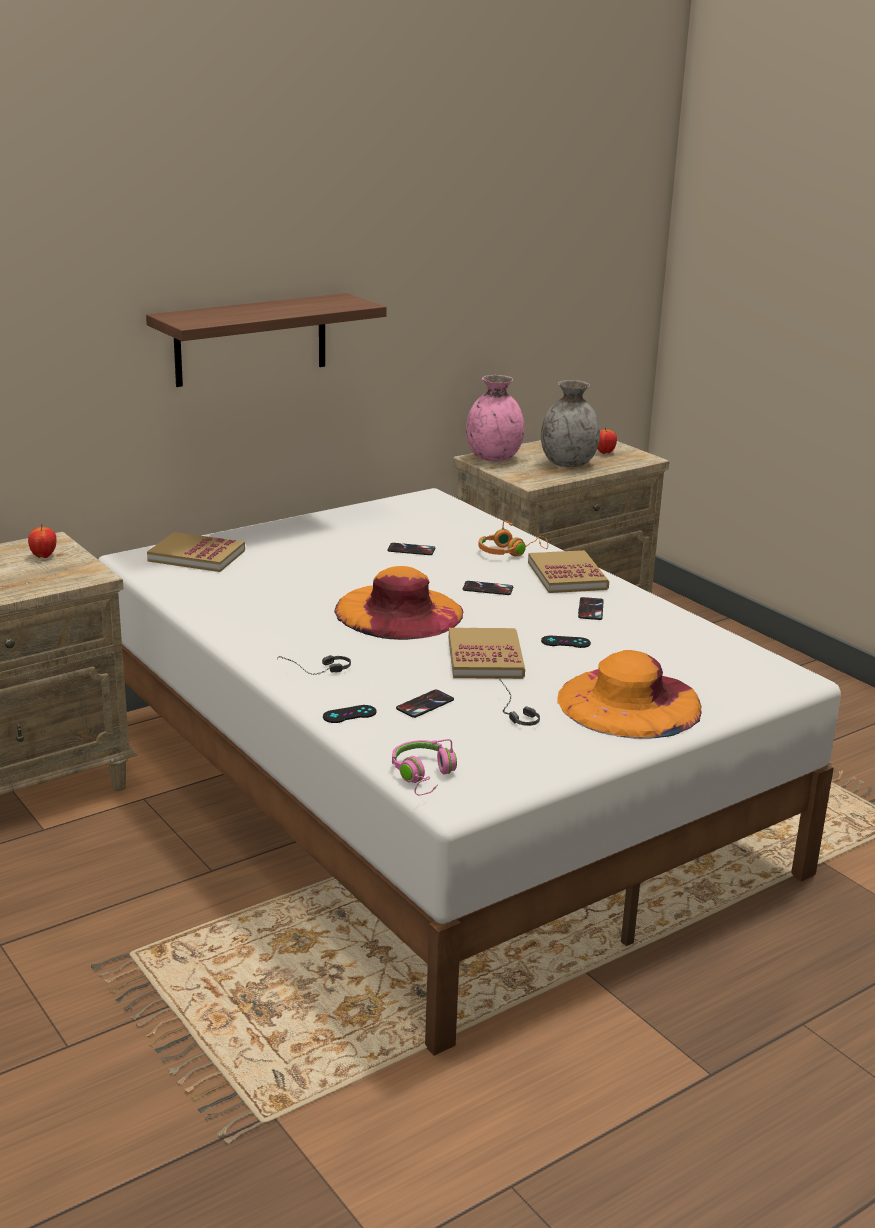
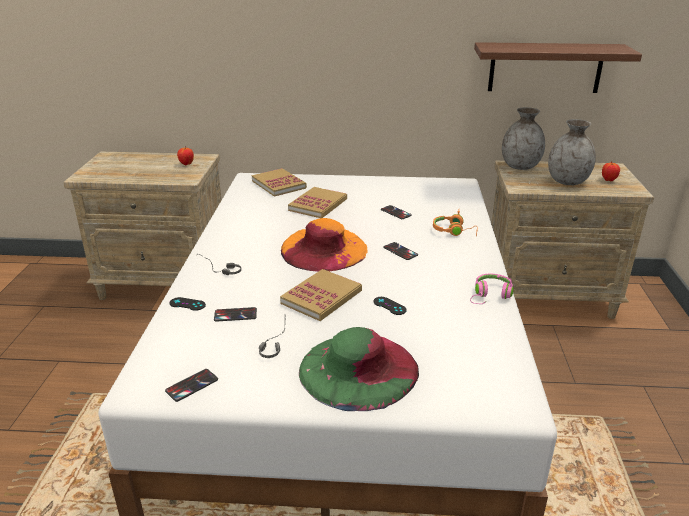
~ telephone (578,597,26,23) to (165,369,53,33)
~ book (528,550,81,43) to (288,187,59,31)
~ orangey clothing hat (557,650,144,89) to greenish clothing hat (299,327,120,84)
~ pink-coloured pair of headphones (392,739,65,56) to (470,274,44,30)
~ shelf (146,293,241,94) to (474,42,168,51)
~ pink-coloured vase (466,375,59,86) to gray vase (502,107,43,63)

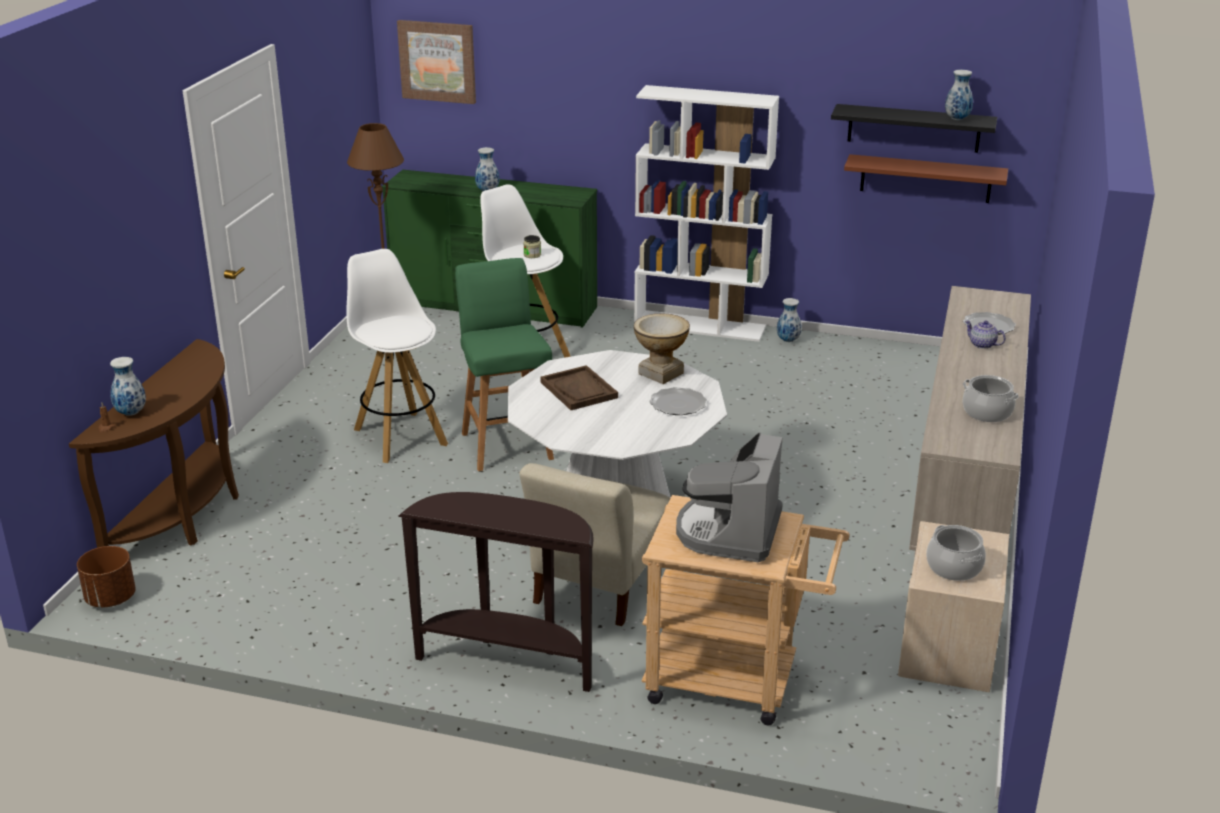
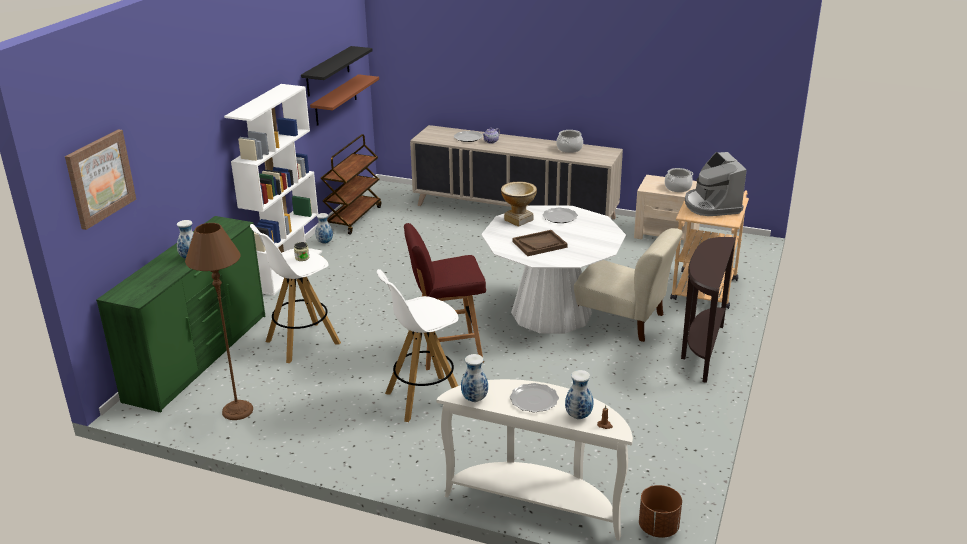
+ brown-coloured wheeled cart (320,134,61,101)
~ greenish sitting stool (455,258,99,213) to red sitting stool (404,223,82,147)
~ brown-coloured hall table (69,339,170,209) to white hall table (436,379,197,161)
~ vase (945,70,28,50) to (461,354,27,48)
+ dinner plate (510,383,49,29)
~ coffee machine (676,432,107,130) = (685,152,62,64) 60 degrees clockwise

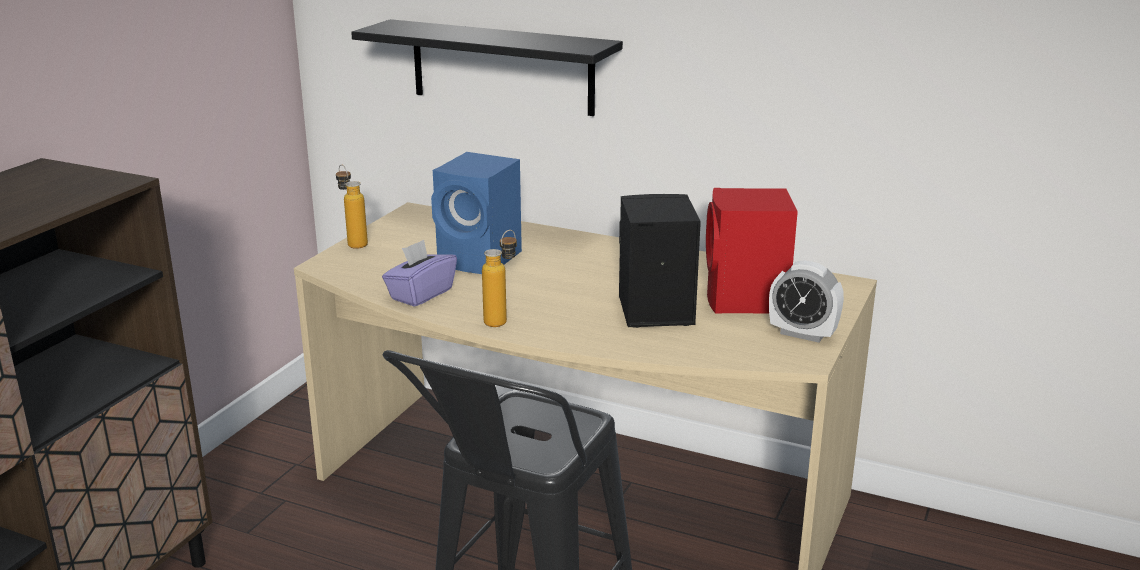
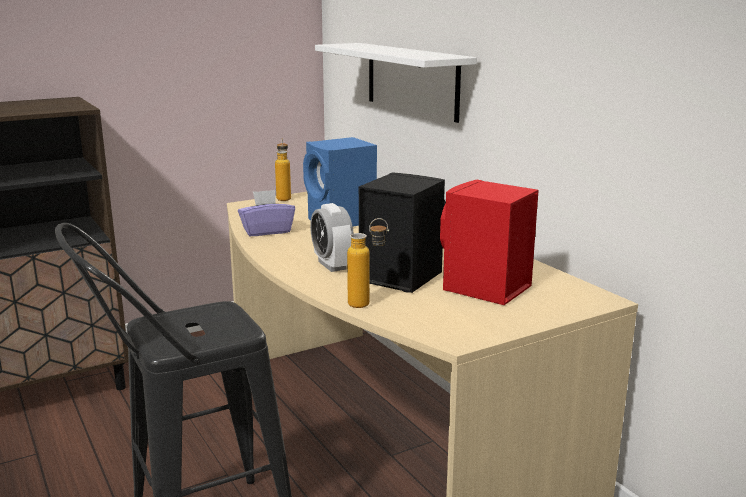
~ table clock (769,260,75,83) to (310,203,44,69)
~ blackish shelf (351,19,272,97) to white shelf (315,43,162,80)
~ beverage bottle (482,230,35,97) to (347,218,41,90)

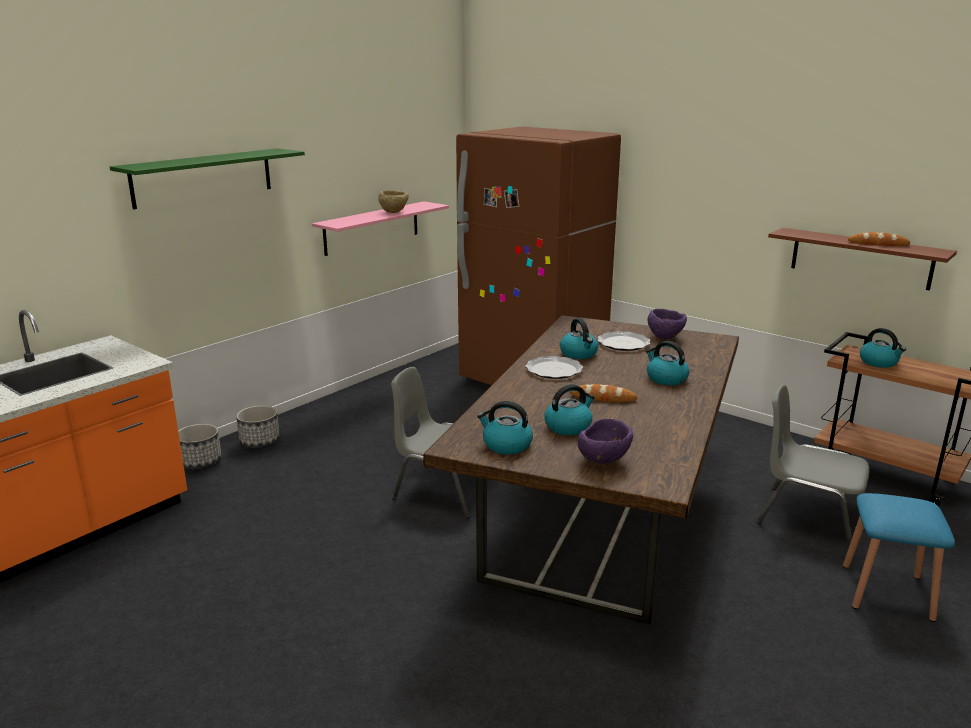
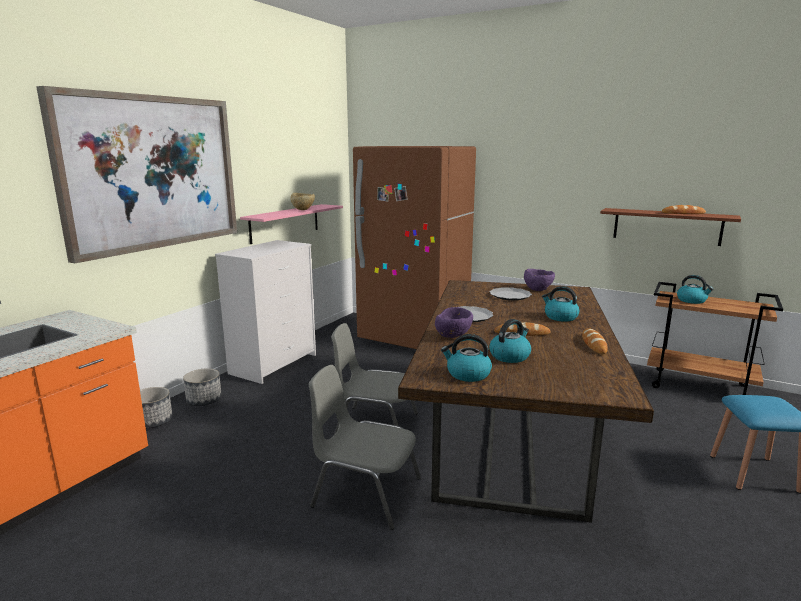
~ greenish shelf (110,148,195,61) to wall art (36,86,201,177)
+ white chest of drawers (215,240,101,144)
~ gray plain chair (756,384,113,165) to (309,365,112,165)
~ purplish serving bowl (578,418,55,46) to (435,307,38,31)
+ baked bread (582,328,26,26)
- water kettle (560,318,38,41)

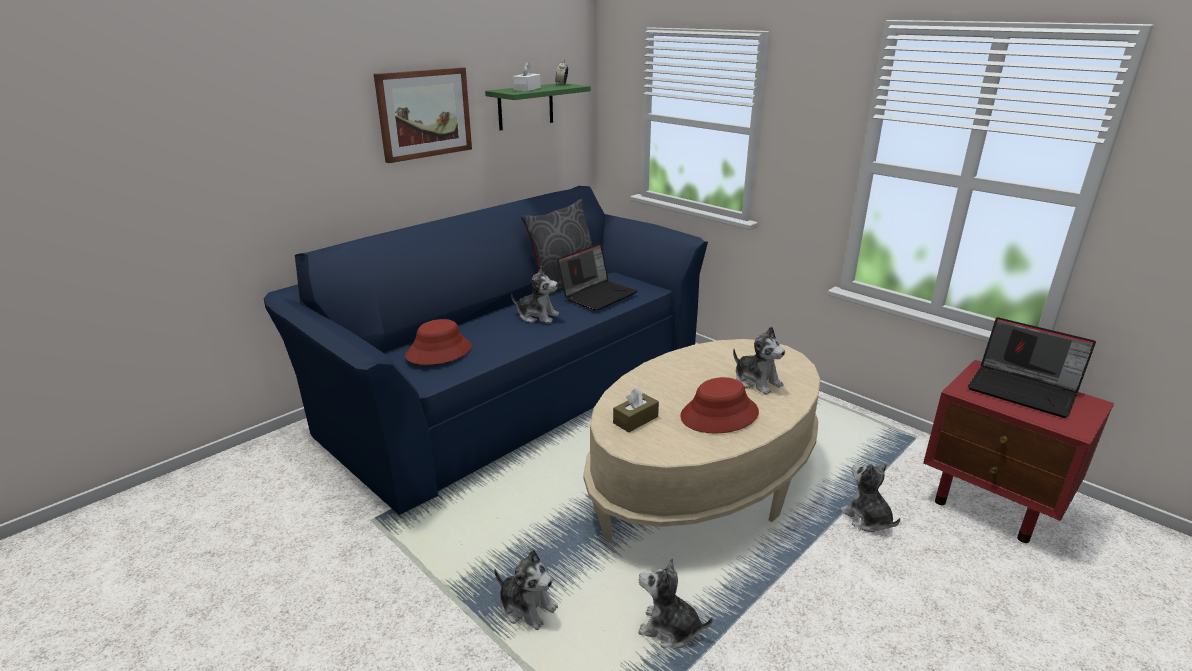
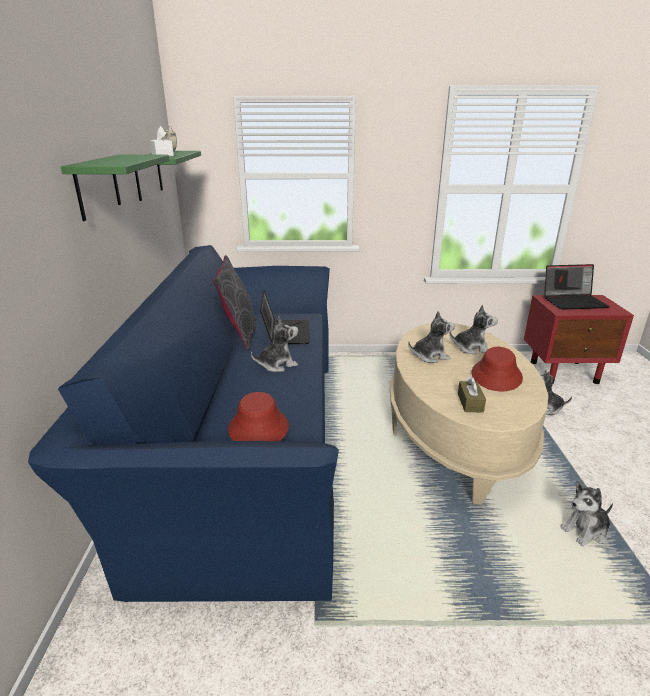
~ wall art (374,67,98,96) to greenish shelf (61,155,108,66)
~ soft toy (494,550,64,80) to (408,311,47,52)

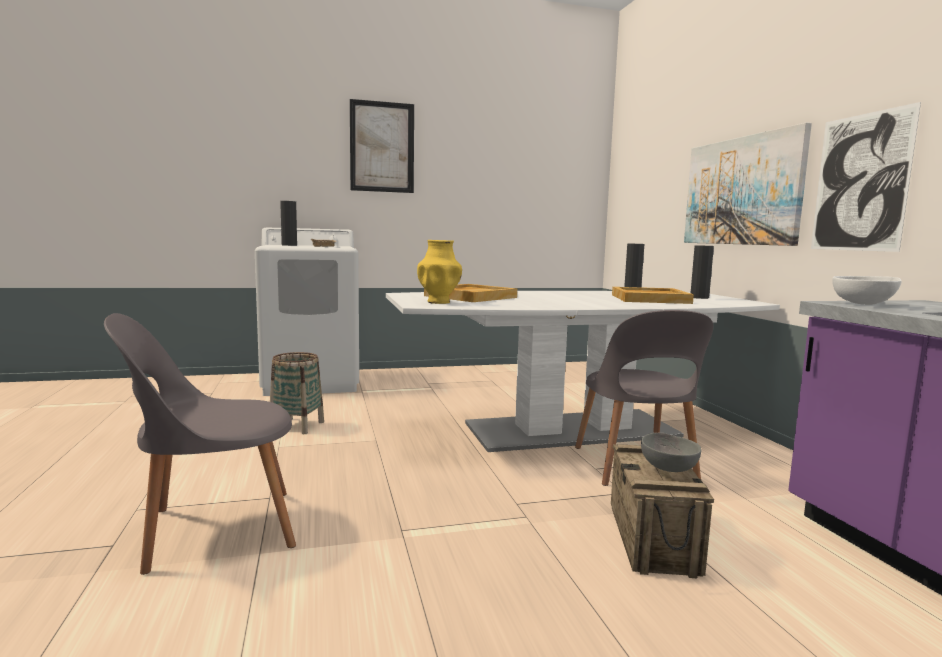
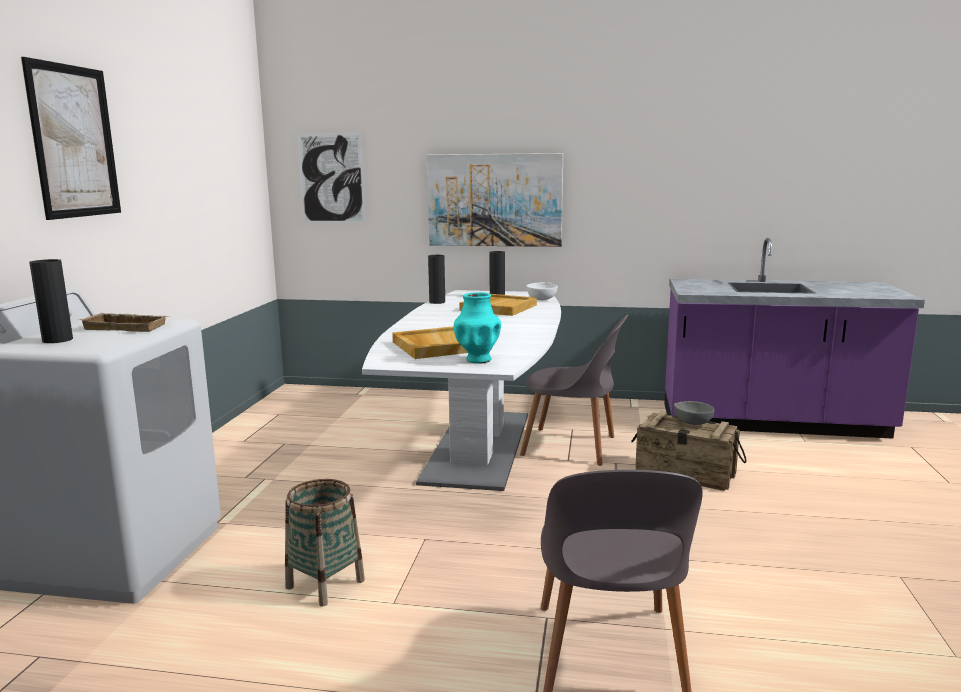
~ wall art (811,102,110,150) to (298,133,67,90)
~ yellowish vase (417,240,45,64) to blue-green vase (454,292,47,71)
~ white serving bowl (832,276,70,29) to (526,282,32,18)

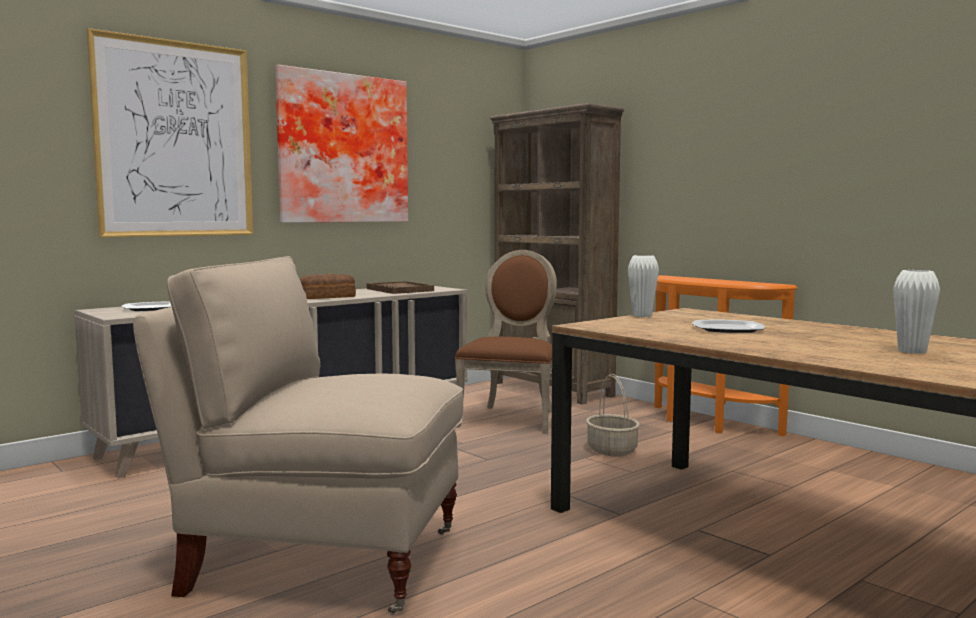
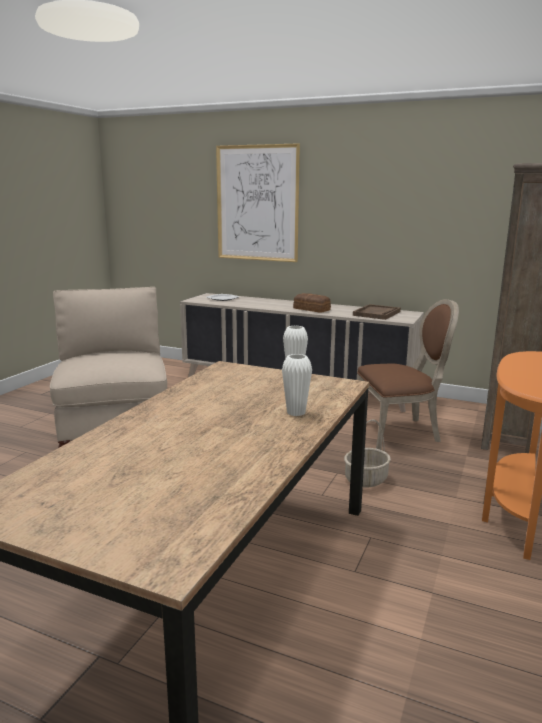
~ white vase (893,270,47,84) to (282,354,30,62)
- wall art (275,65,133,158)
- dinner plate (692,320,73,13)

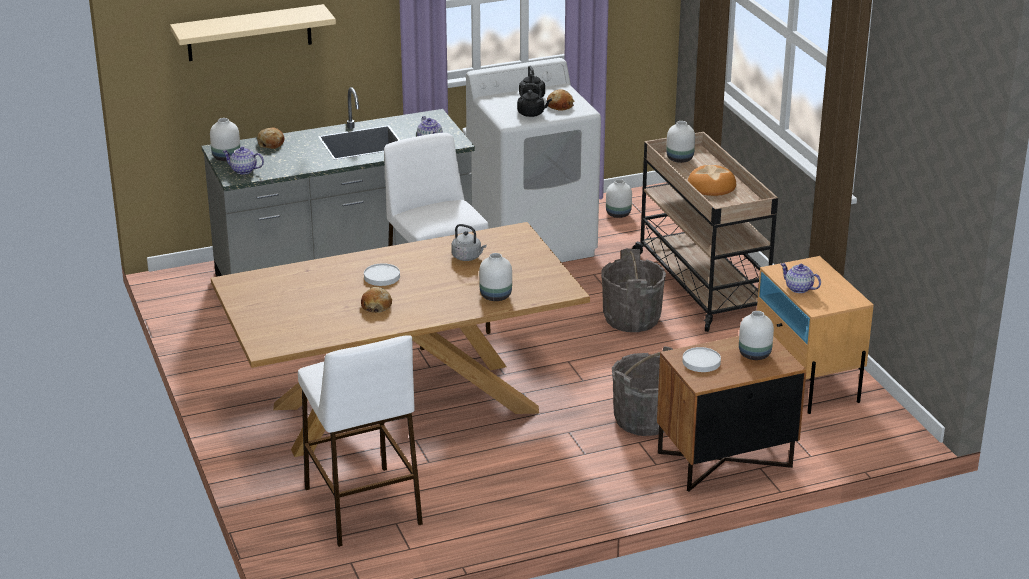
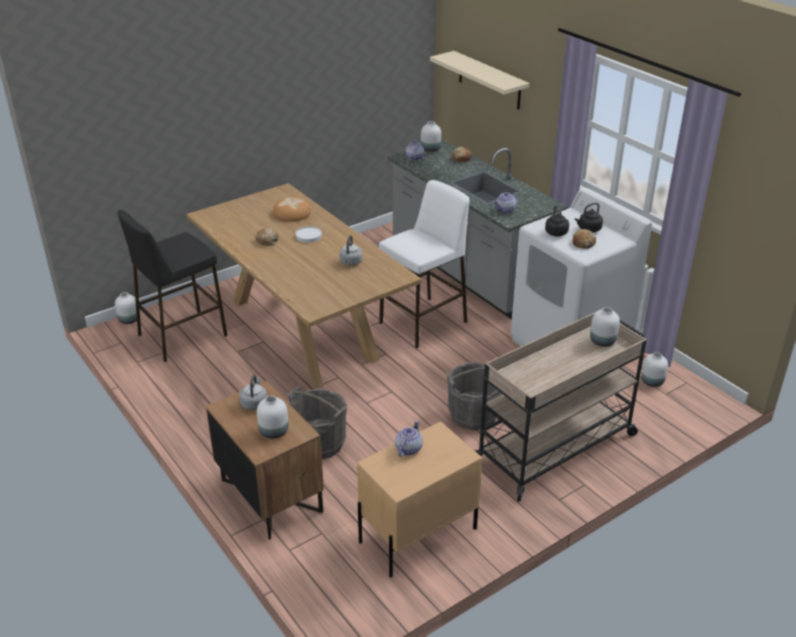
~ white vase (479,253,33,48) to (115,292,22,32)
~ white sitting stool (298,335,125,212) to blackish sitting stool (117,210,110,152)
~ white dinner plate (682,347,39,25) to gray water kettle (239,374,28,36)
~ baked bread (688,165,48,31) to (273,197,38,25)

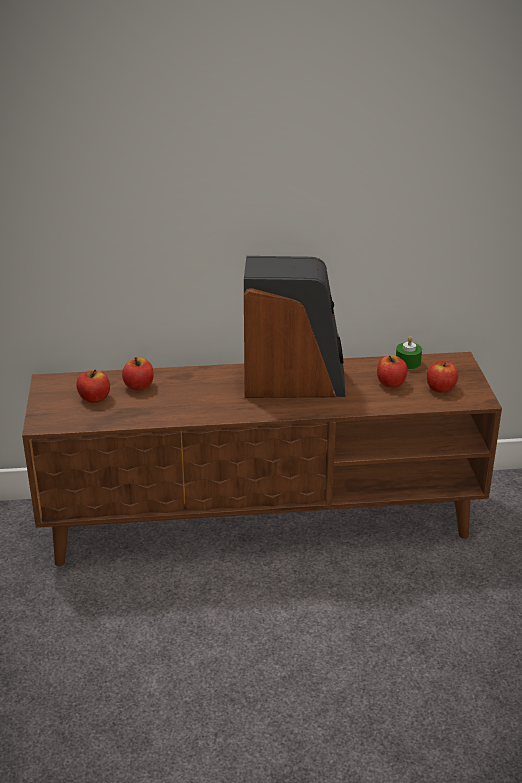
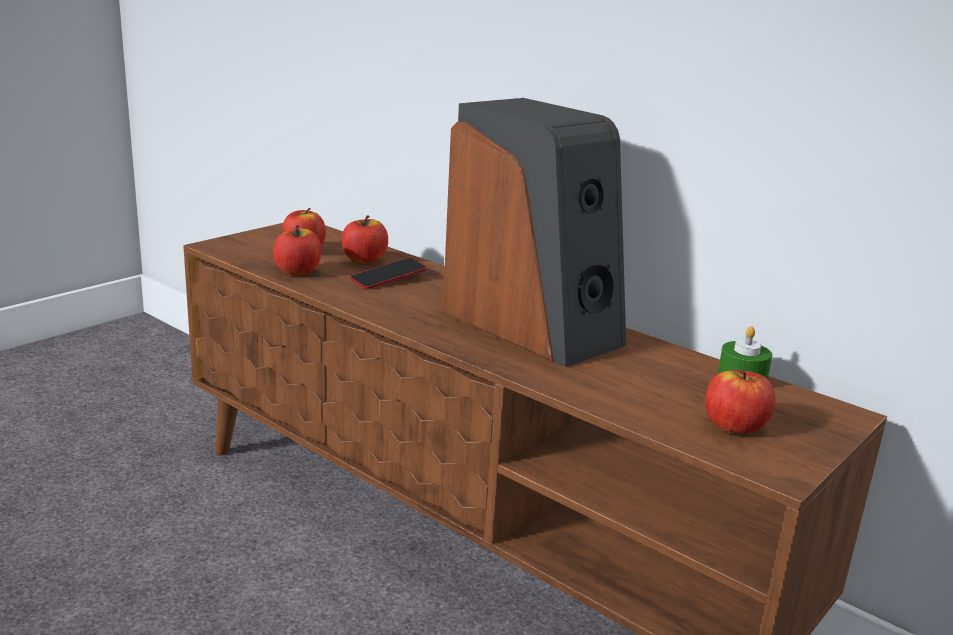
~ apple (377,355,30,33) to (273,225,49,51)
+ telephone (350,258,77,31)

